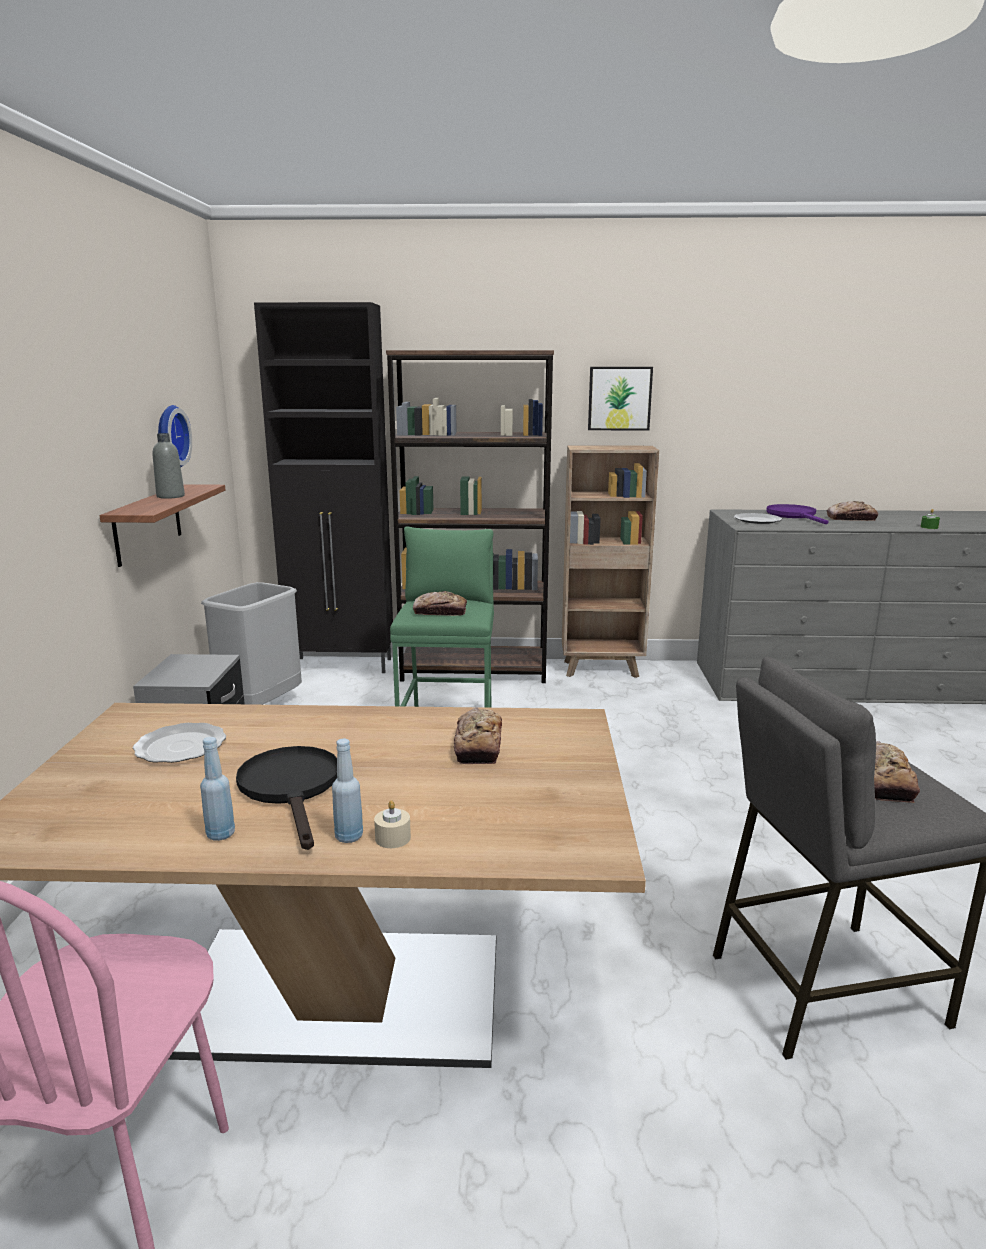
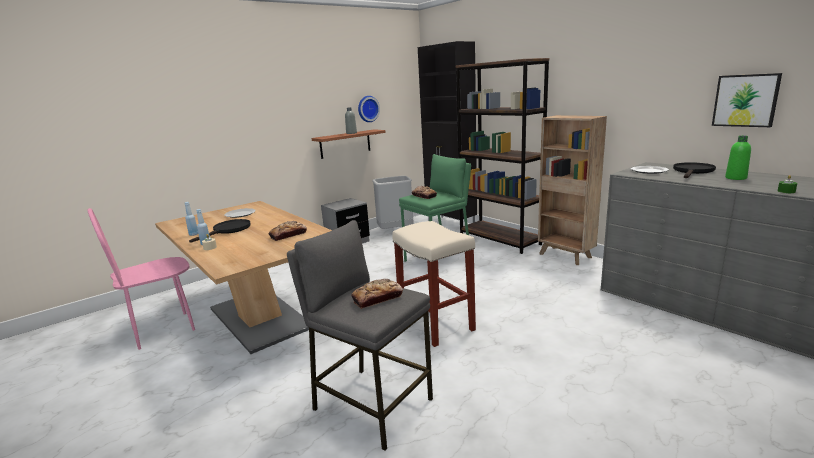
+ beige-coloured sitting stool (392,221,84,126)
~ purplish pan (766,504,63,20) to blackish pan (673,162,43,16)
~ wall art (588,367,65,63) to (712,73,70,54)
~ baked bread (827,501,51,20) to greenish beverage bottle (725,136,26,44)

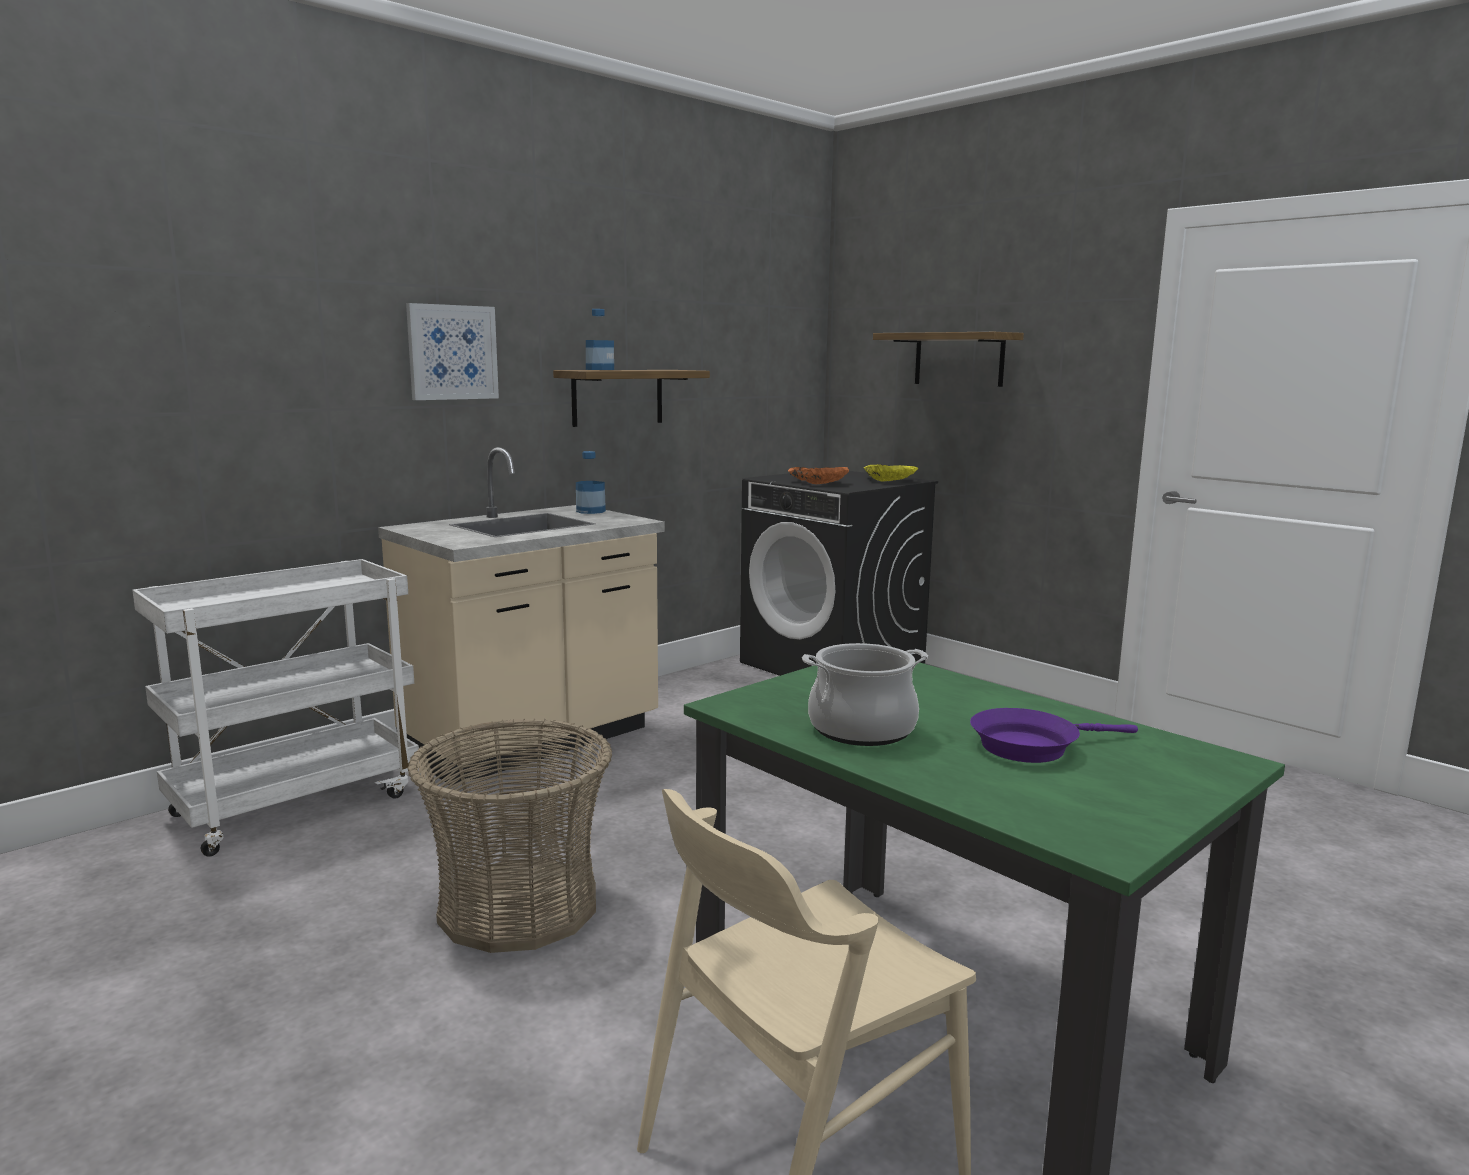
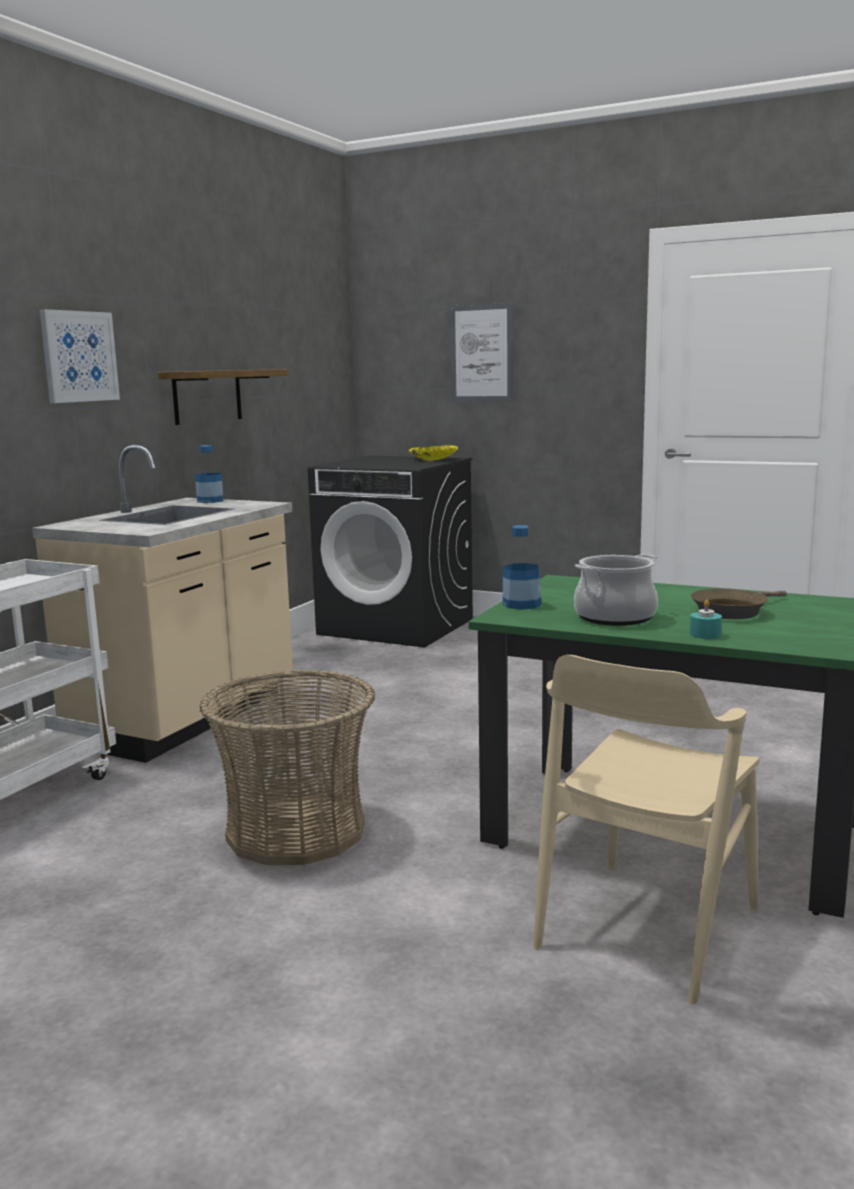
~ shelf (873,332,151,55) to wall art (450,303,63,99)
~ beverage bottle (586,309,28,61) to (503,525,39,85)
~ purplish pan (970,708,168,55) to brown-coloured pan (690,588,97,31)
+ blue-green candle (690,600,32,39)
- orangey serving bowl (788,467,61,17)

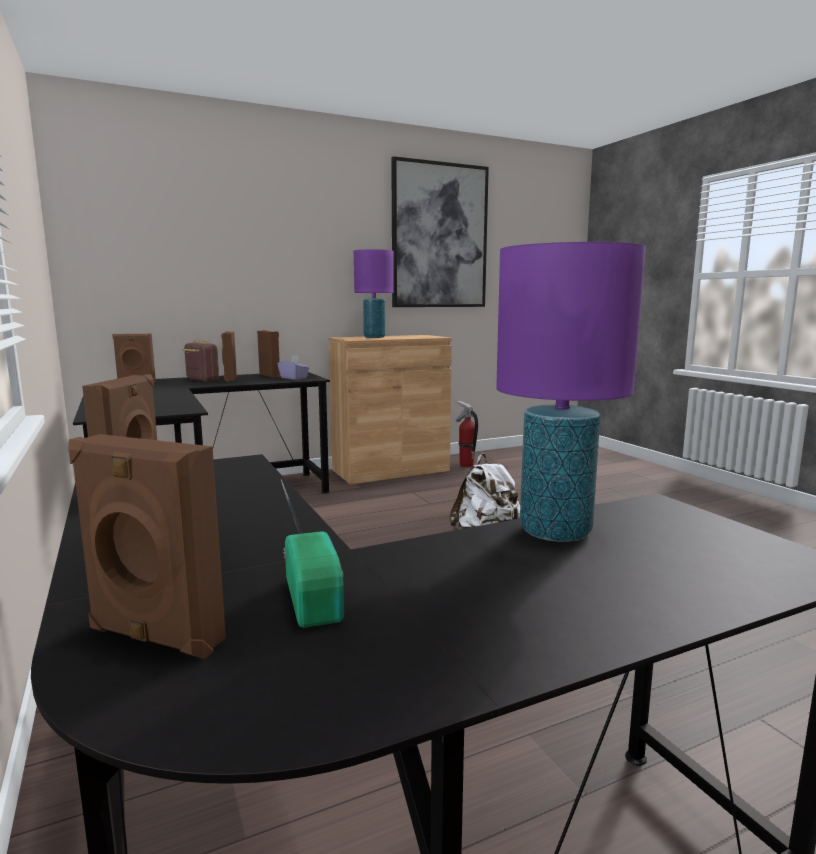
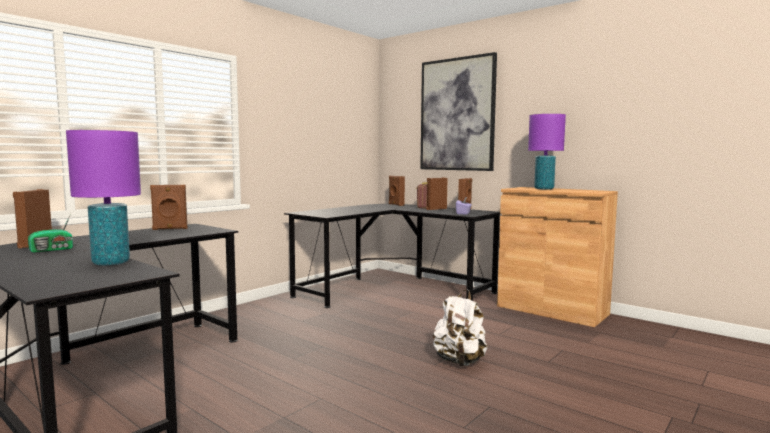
~ wall art (391,156,98,151) to (420,52,77,119)
- fire extinguisher (456,400,22,67)

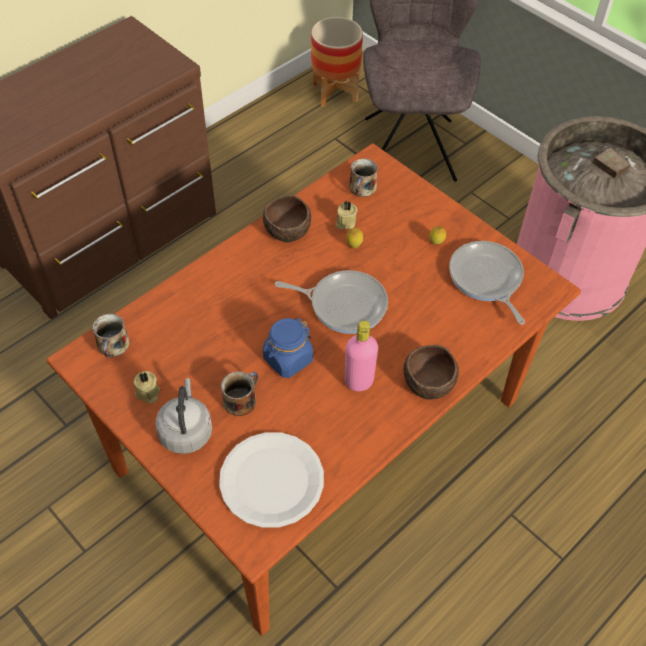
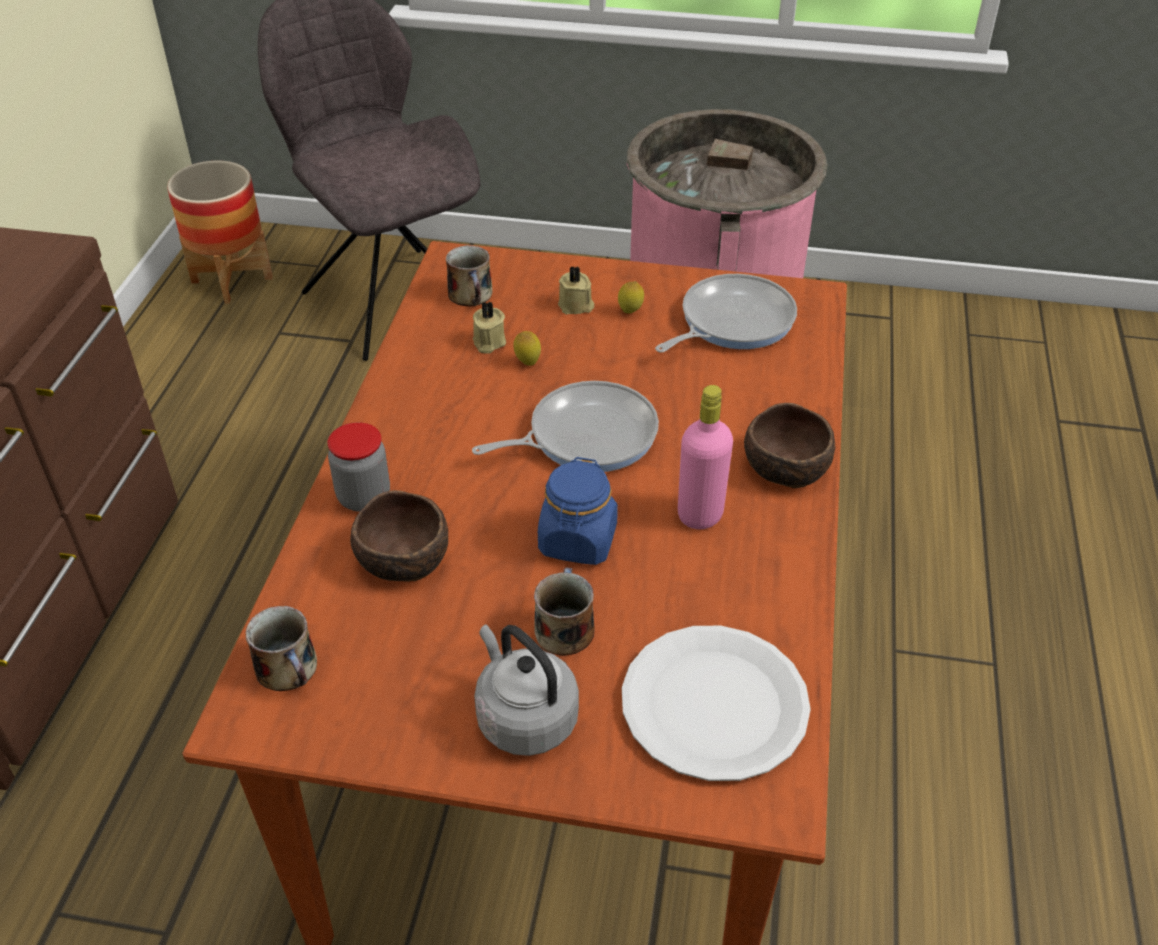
+ jar (328,422,62,90)
~ brown-coloured serving bowl (263,195,48,48) to (350,490,98,92)
~ beige-coloured candle (133,371,27,33) to (558,266,36,48)
~ pan (449,241,76,84) = (655,274,142,79) 105 degrees clockwise

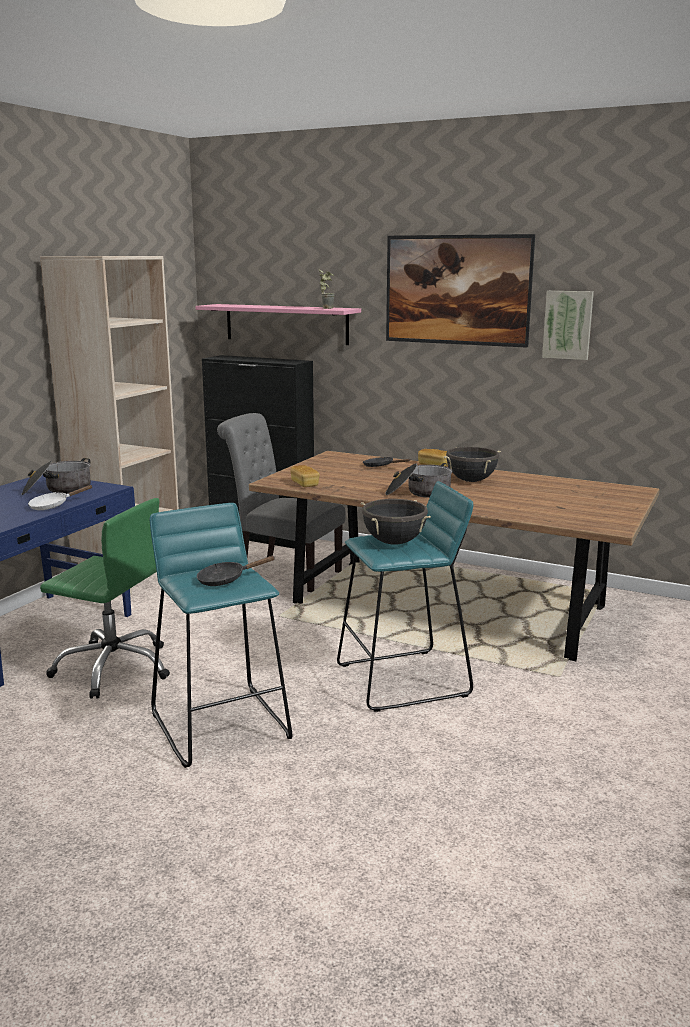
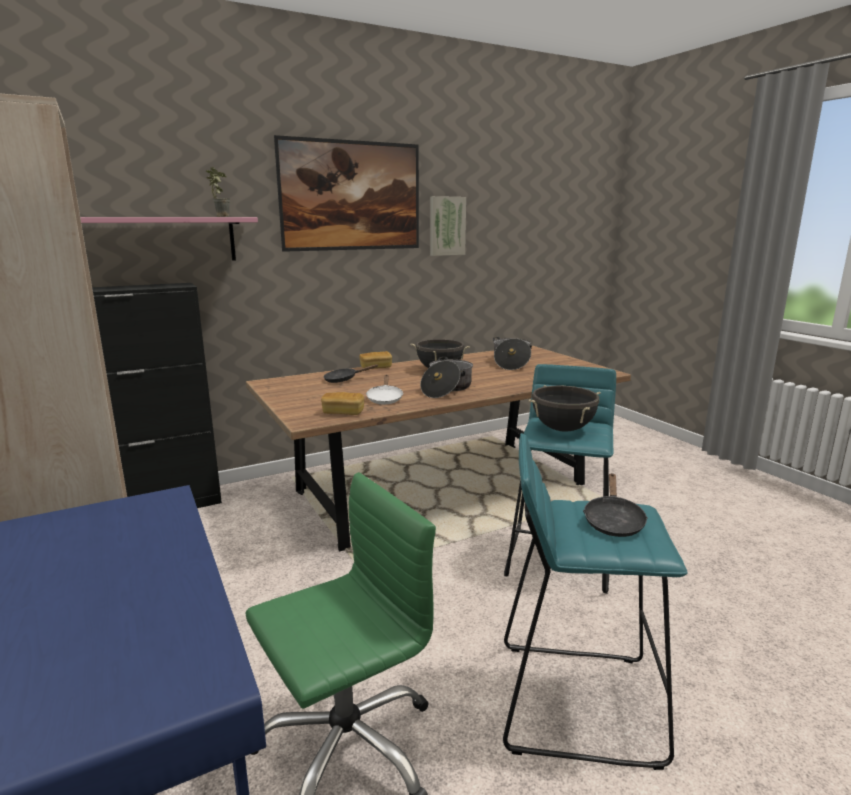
~ white pan (28,485,65,25) to (366,375,37,29)
~ cooking pot (21,458,70,37) to (493,337,39,33)
- gray plain chair (217,413,129,179)

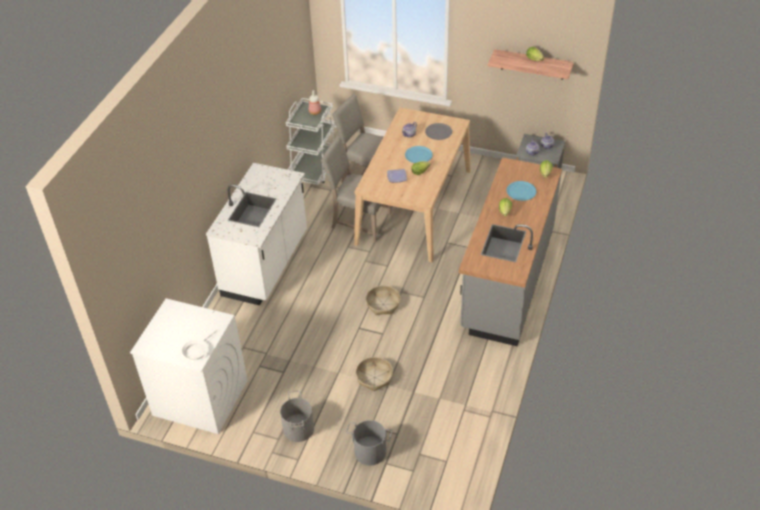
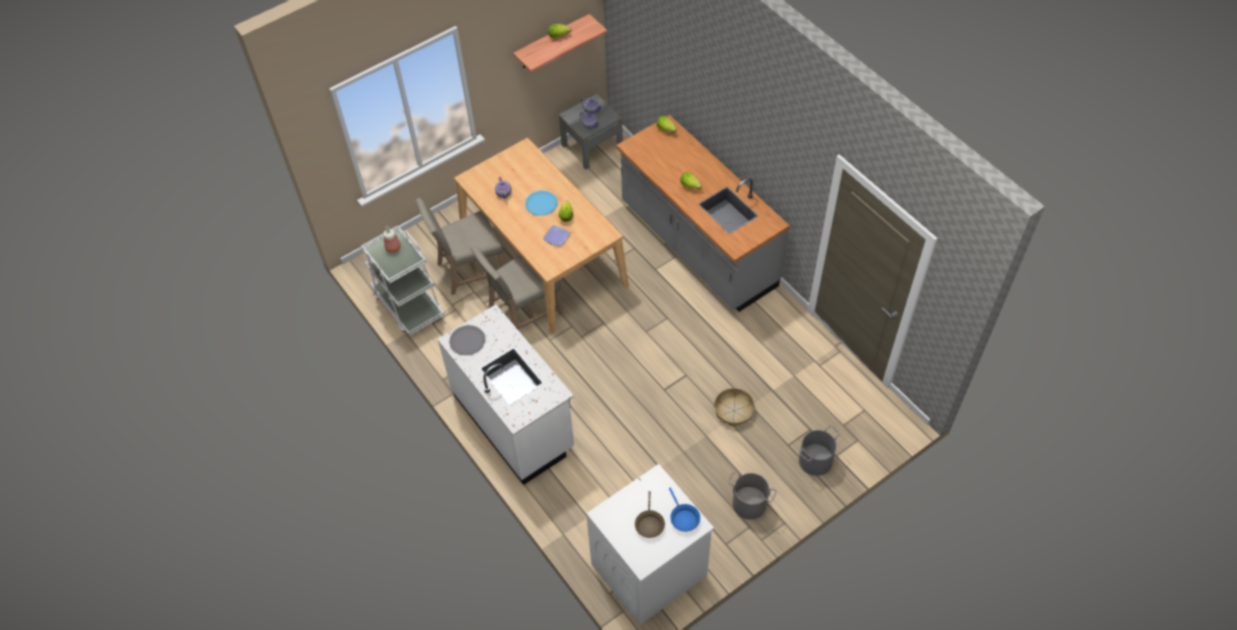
~ gray dinner plate (425,123,27,17) to (449,325,36,30)
+ brown-coloured pan (635,491,30,47)
~ white pan (182,330,35,30) to bluish pan (669,488,31,44)
- basket (366,285,34,30)
- bluish dinner plate (507,181,29,20)

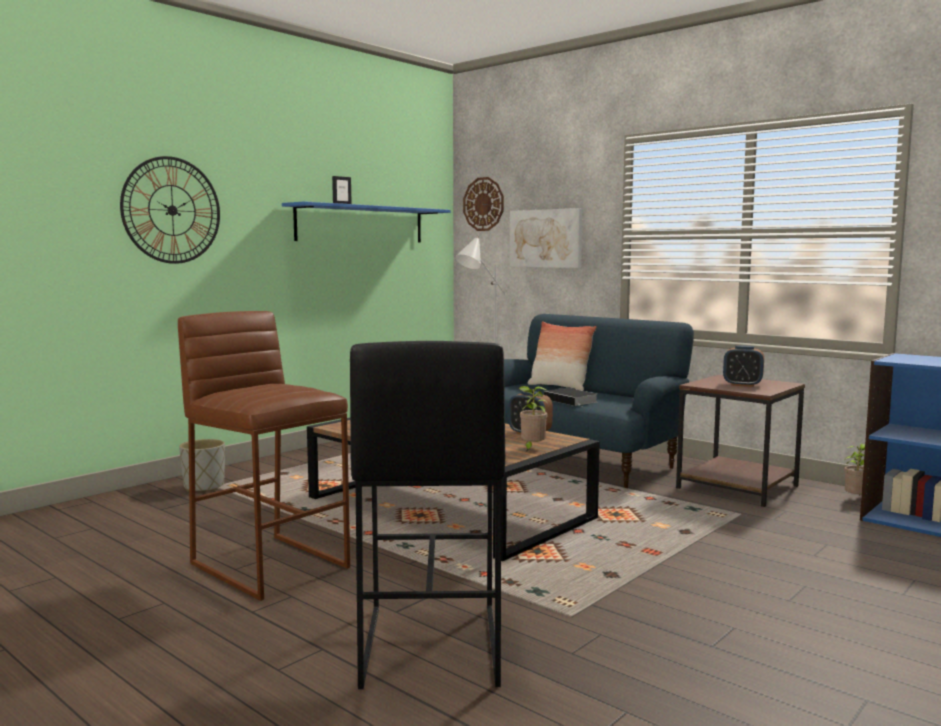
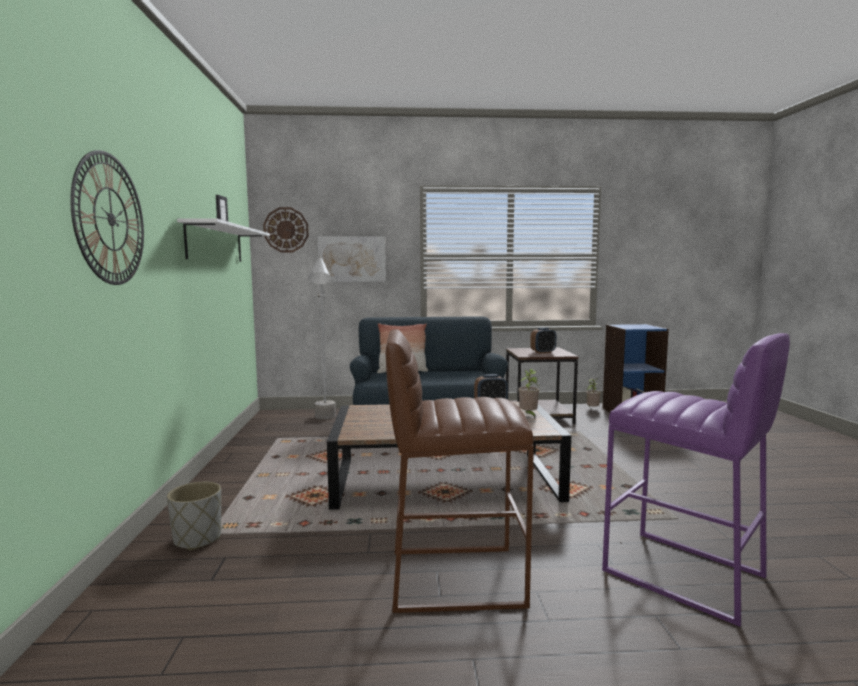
~ bluish shelf (282,201,169,42) to white shelf (177,218,93,44)
~ blackish sitting stool (350,341,155,348) to purplish sitting stool (602,333,188,294)
- book (544,388,53,19)

